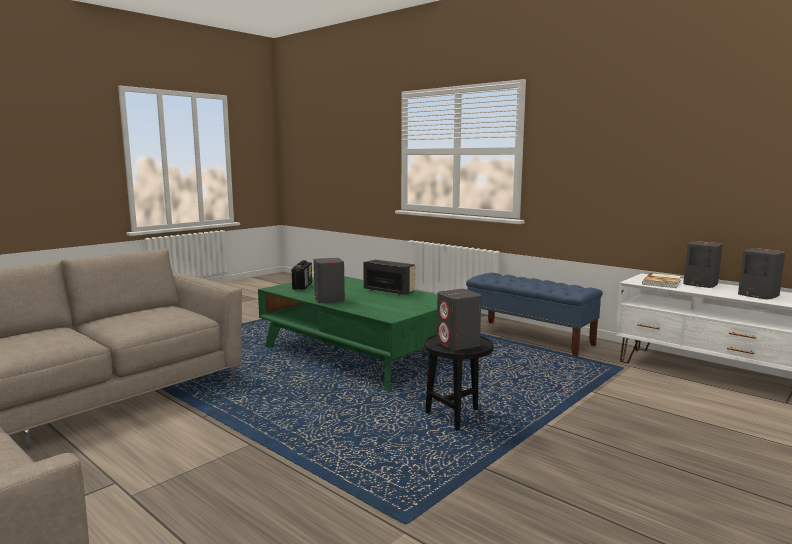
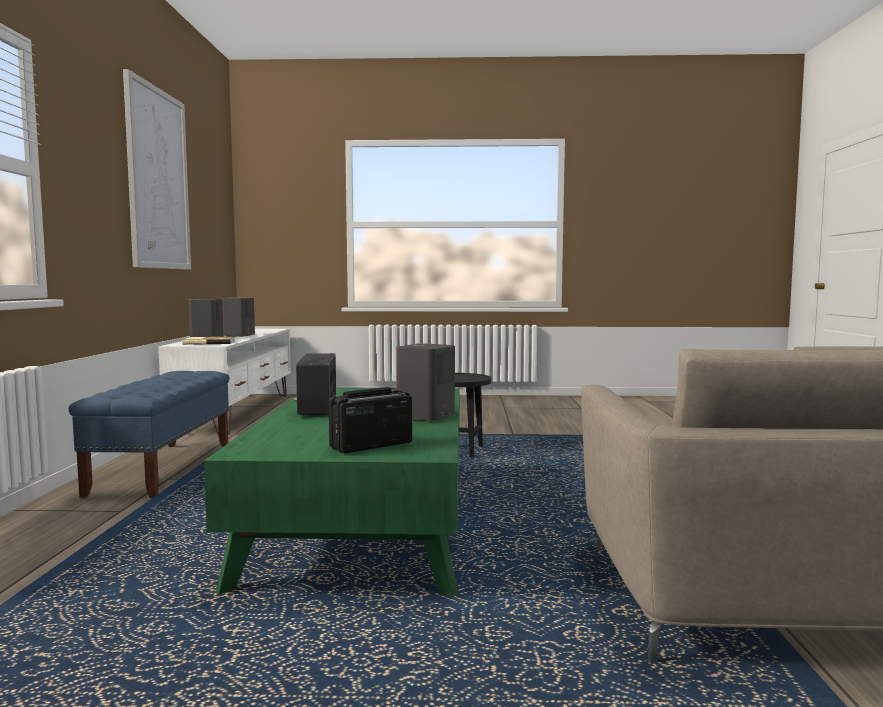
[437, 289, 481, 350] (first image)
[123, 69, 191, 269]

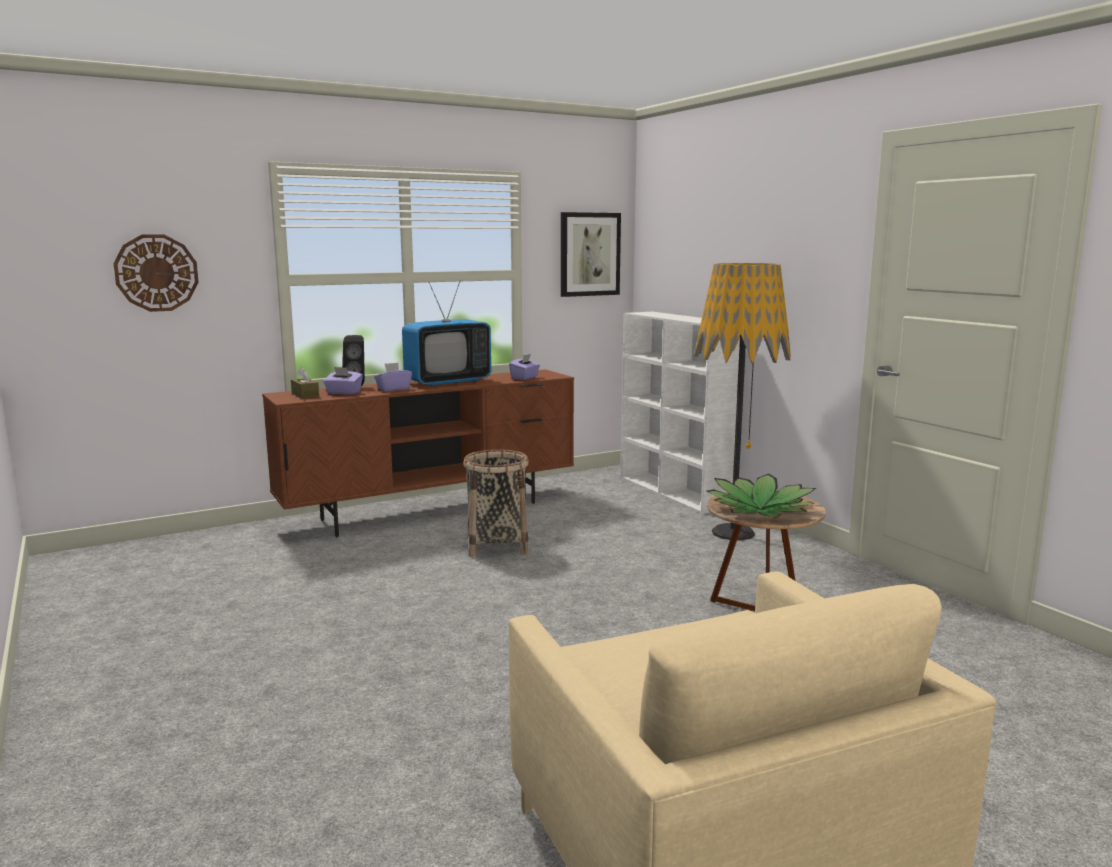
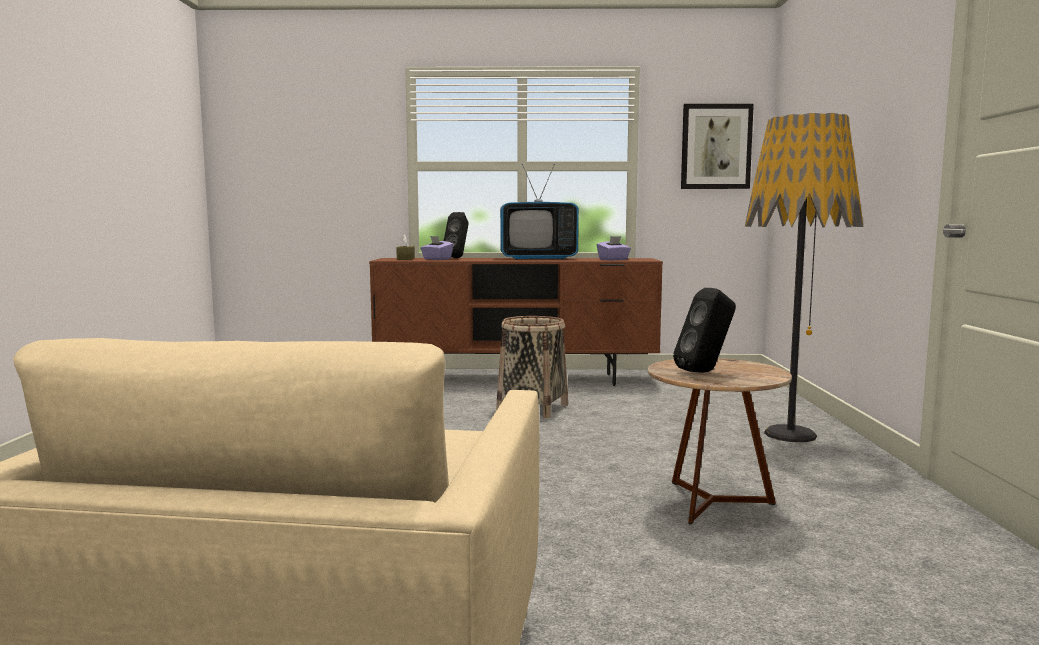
[113, 234, 199, 312] (first image)
[621, 312, 740, 514] (first image)
[374, 363, 412, 391] (first image)
[673, 288, 736, 373]

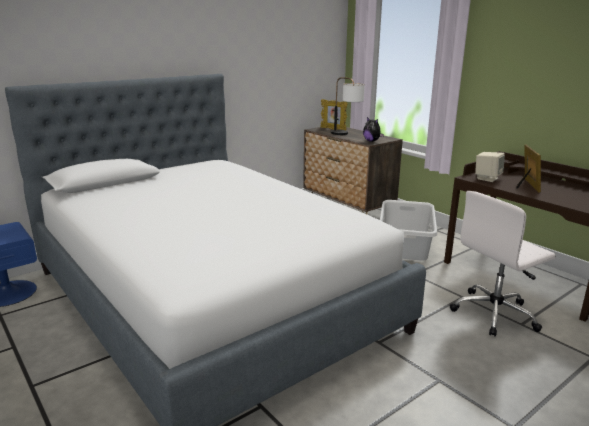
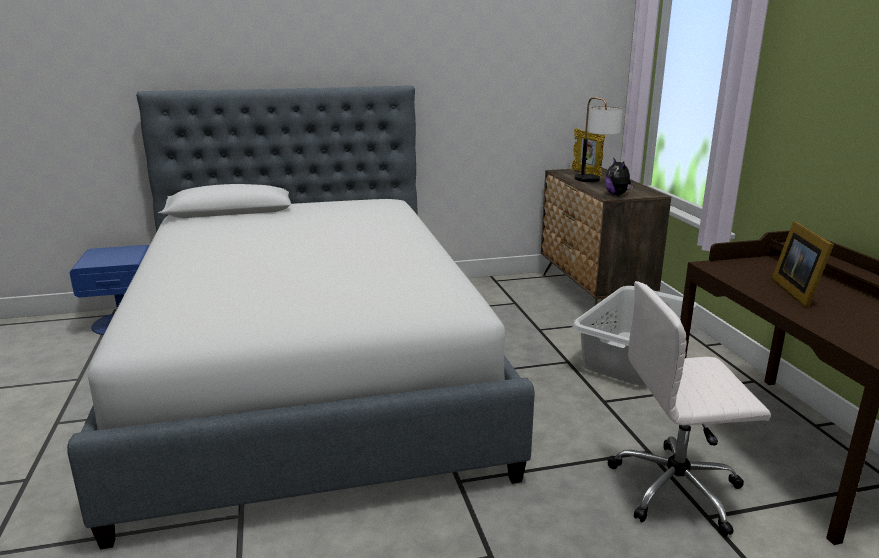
[772, 221, 834, 307]
[475, 152, 505, 182] (first image)

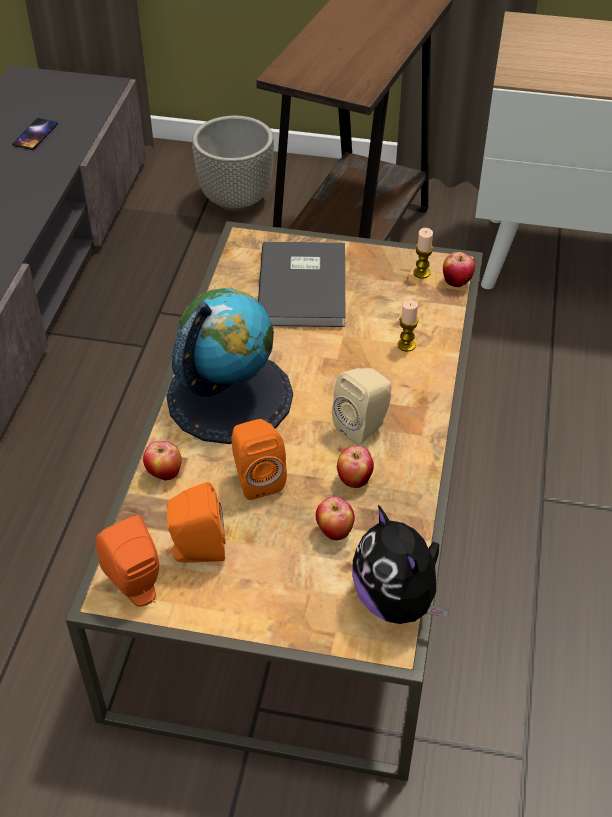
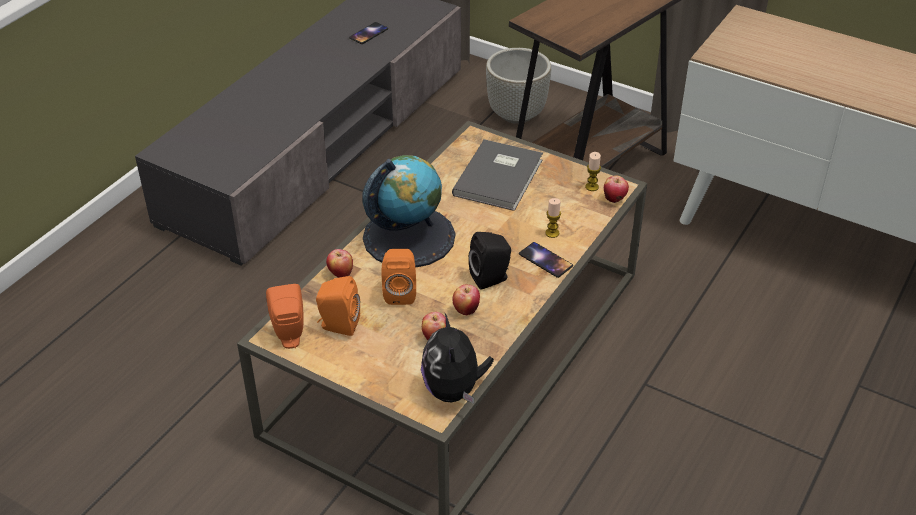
[469, 232, 511, 290]
[519, 242, 573, 278]

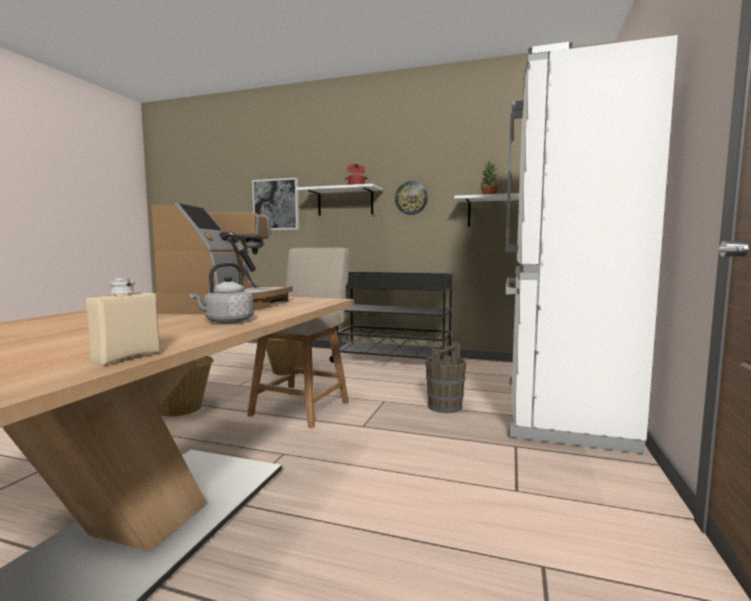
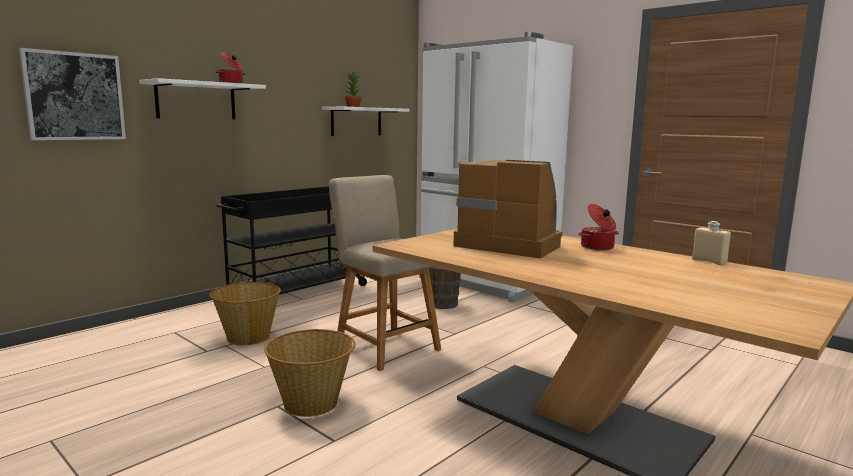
[395, 181, 428, 215] (first image)
[578, 204, 619, 250]

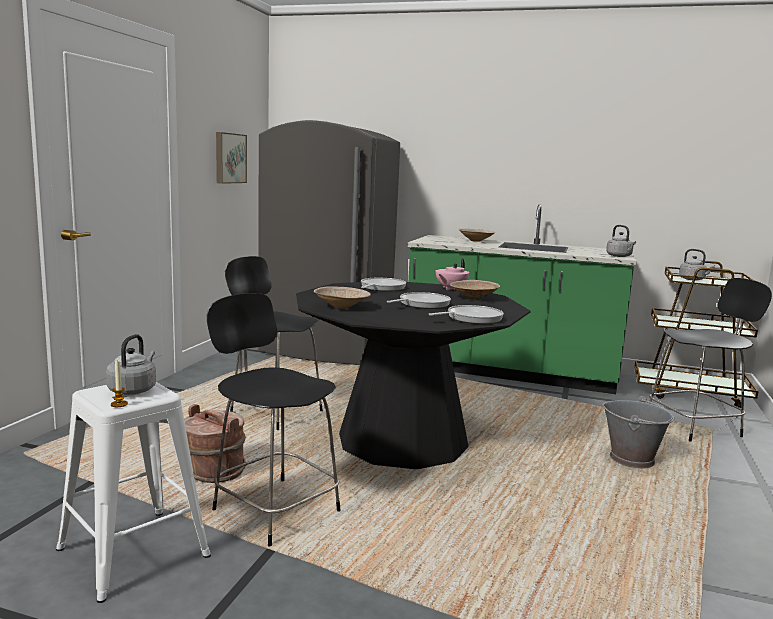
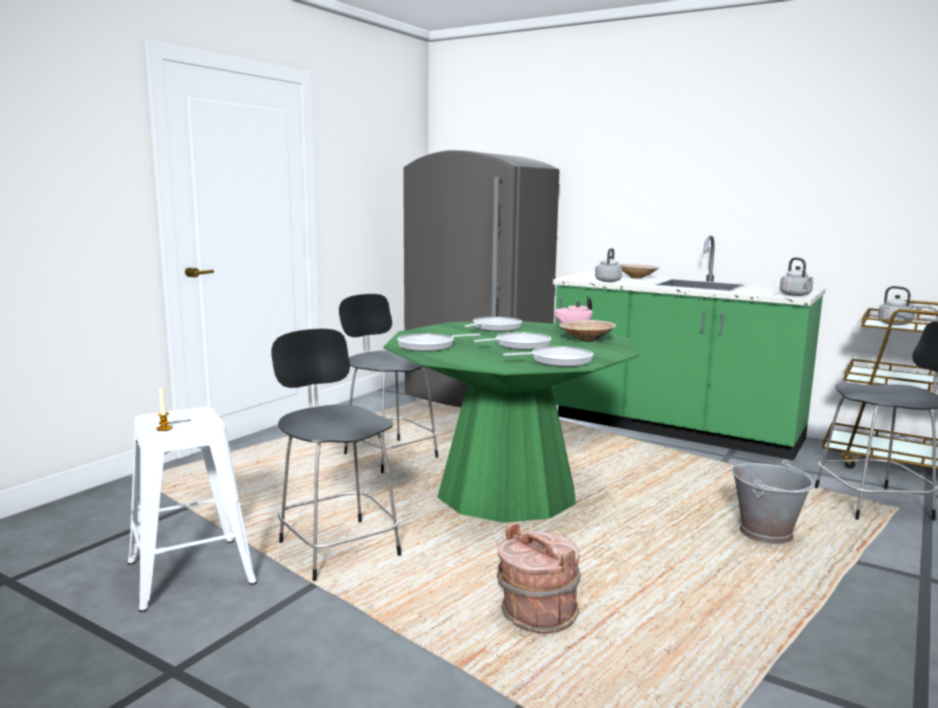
[216, 132, 247, 184] (first image)
[383, 321, 639, 523]
[397, 333, 481, 352]
[595, 248, 622, 282]
[497, 522, 581, 633]

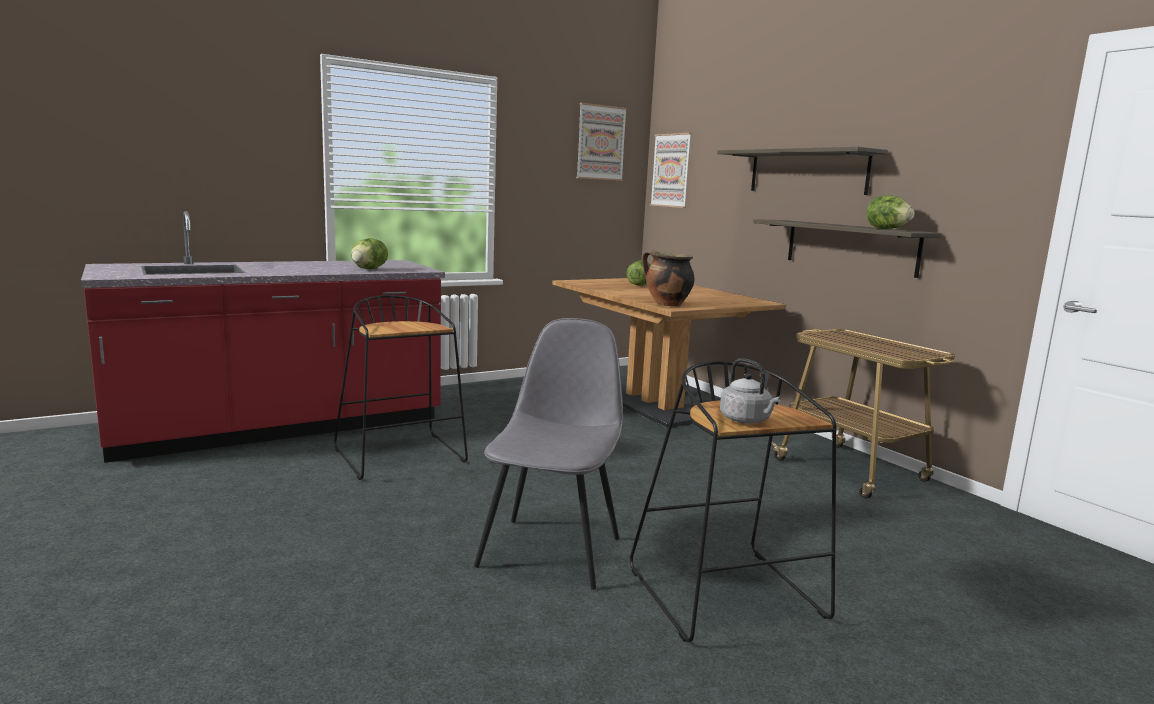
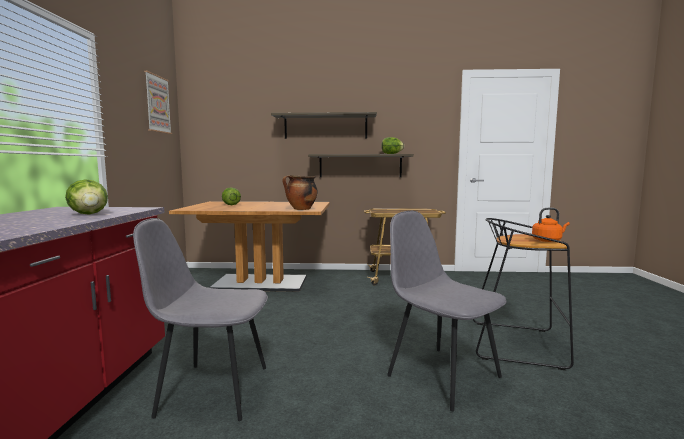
[650, 133, 692, 208] (first image)
[133, 218, 268, 421]
[532, 208, 570, 242]

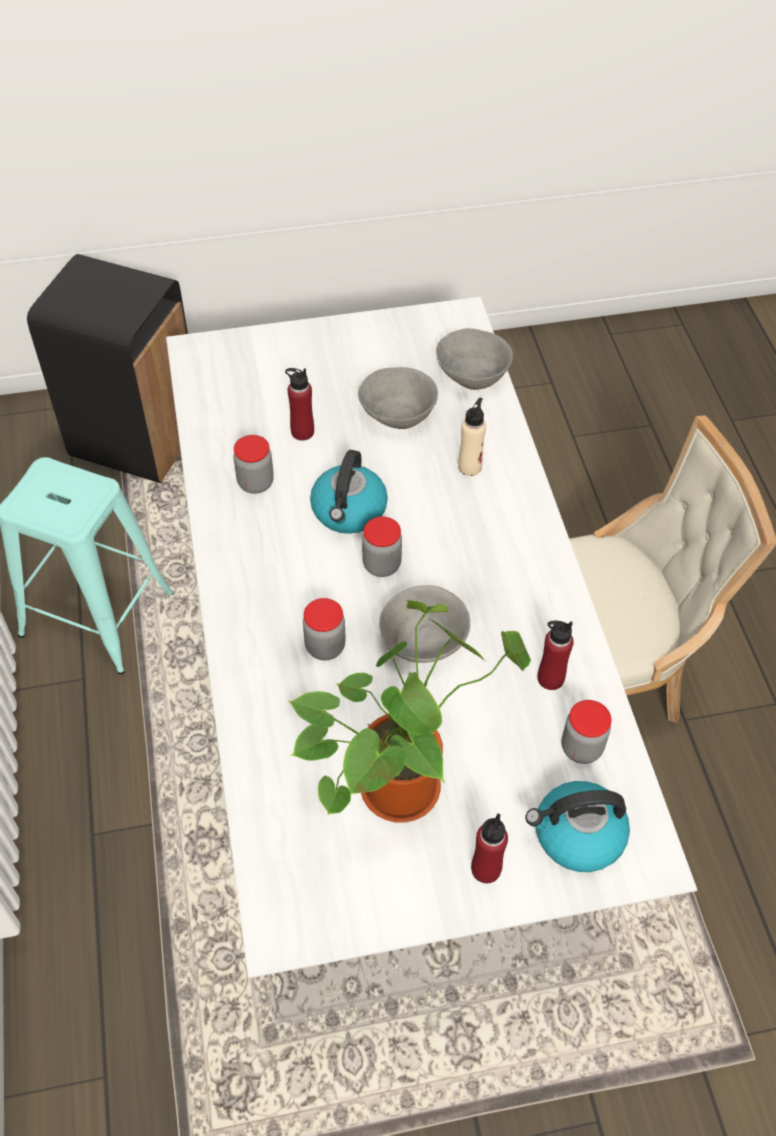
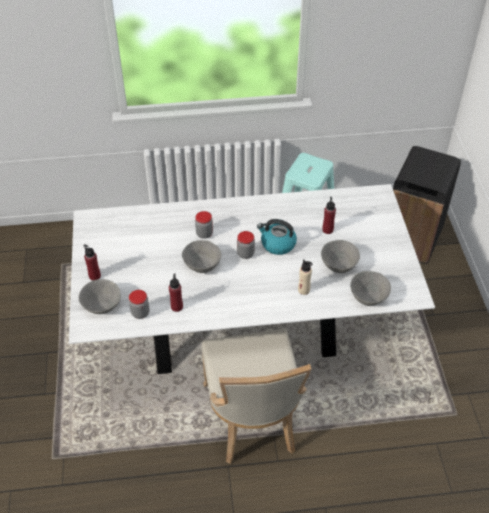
[234, 435, 274, 494] (first image)
[287, 600, 531, 823] (first image)
[79, 279, 121, 314]

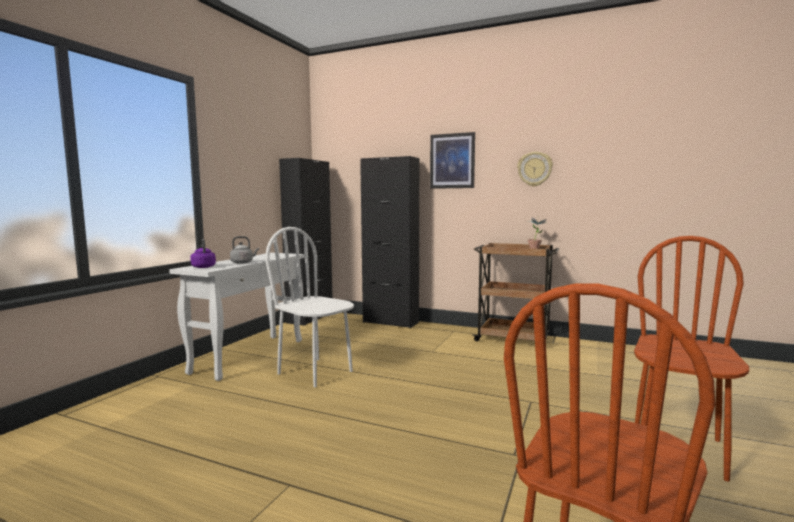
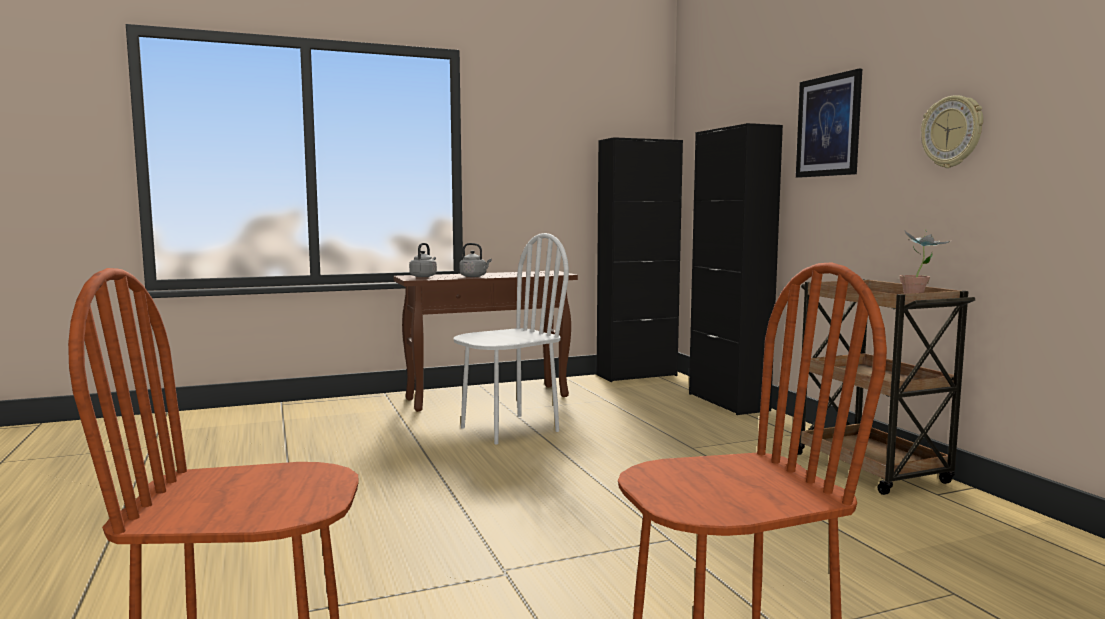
[454, 233, 569, 444]
[409, 243, 437, 277]
[394, 271, 578, 412]

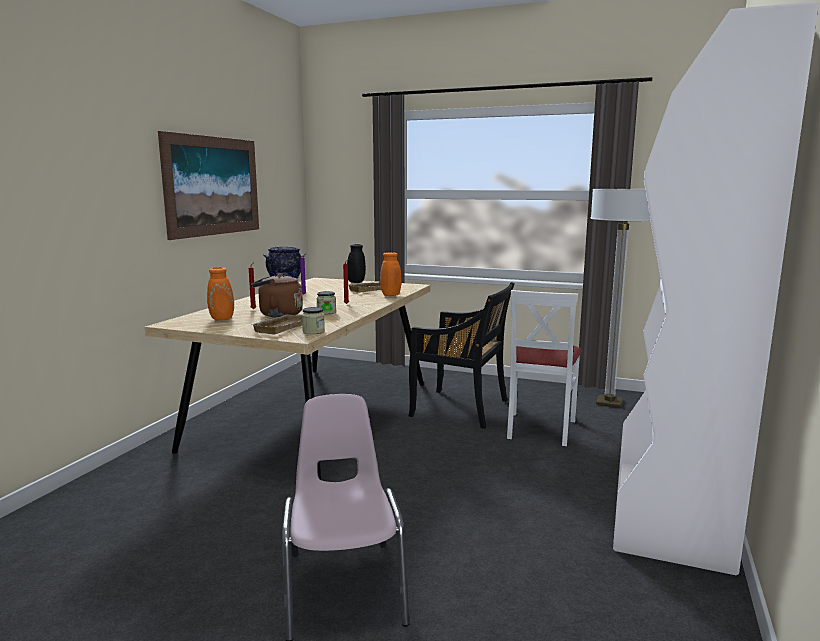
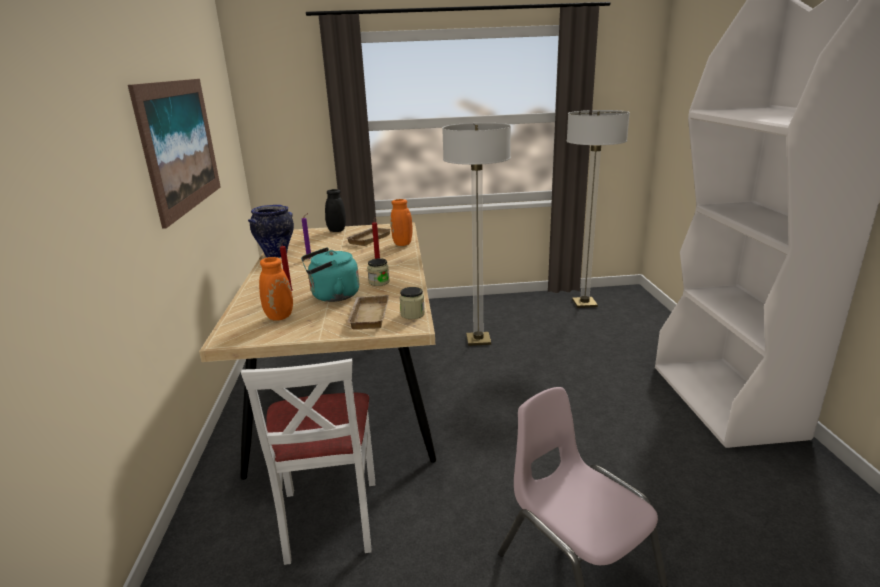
[301, 247, 359, 302]
[442, 123, 511, 346]
[241, 358, 375, 565]

